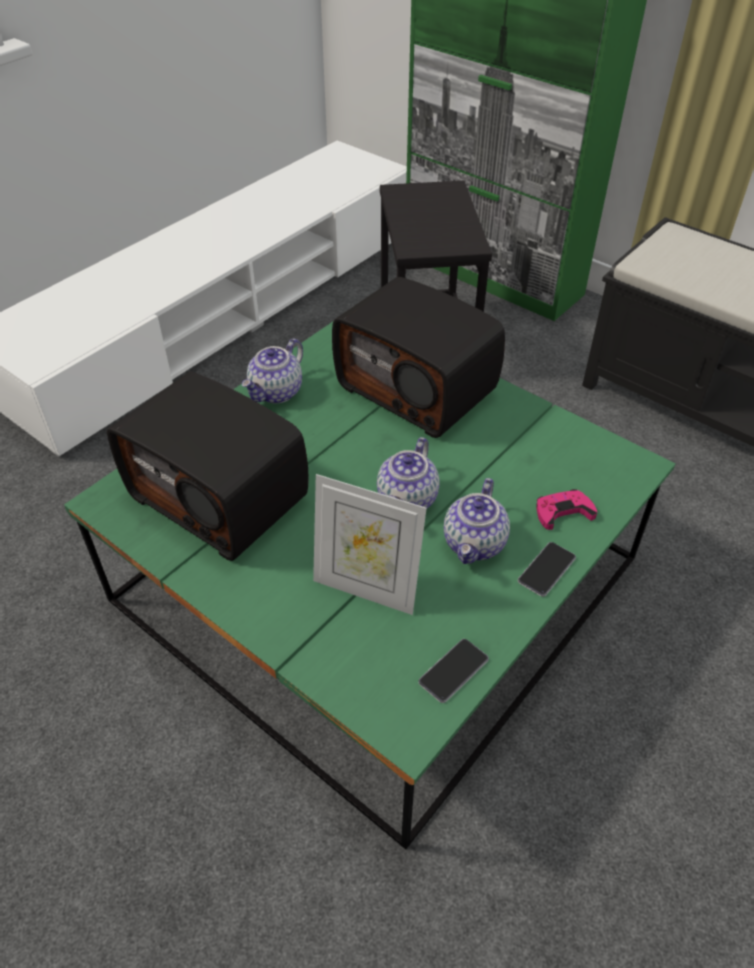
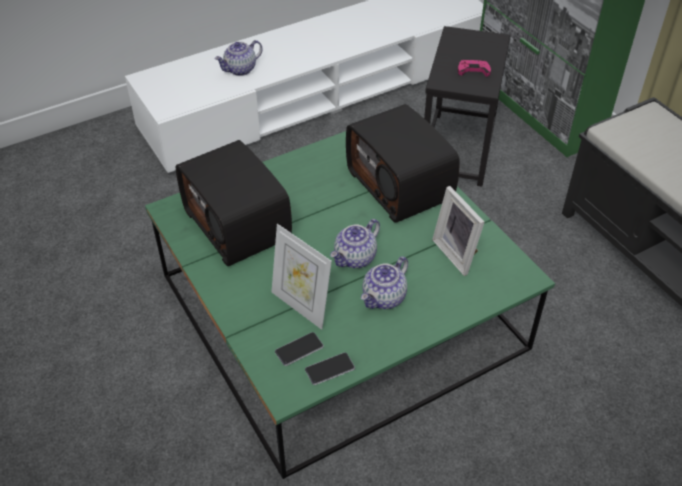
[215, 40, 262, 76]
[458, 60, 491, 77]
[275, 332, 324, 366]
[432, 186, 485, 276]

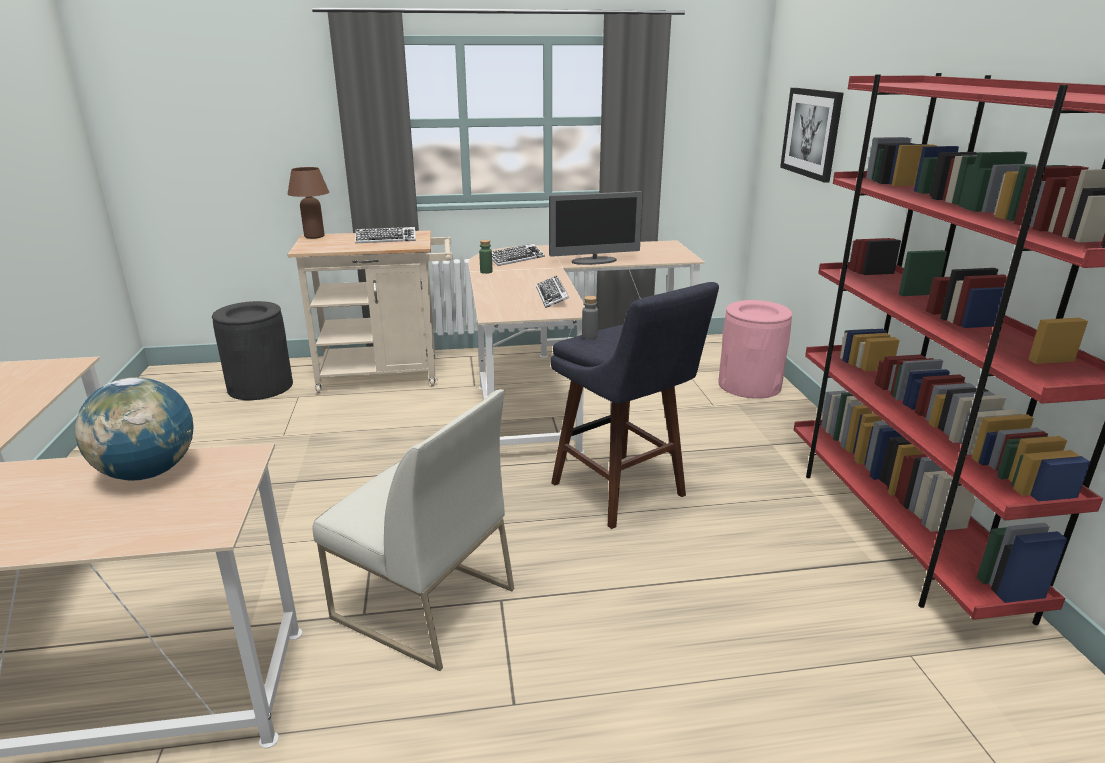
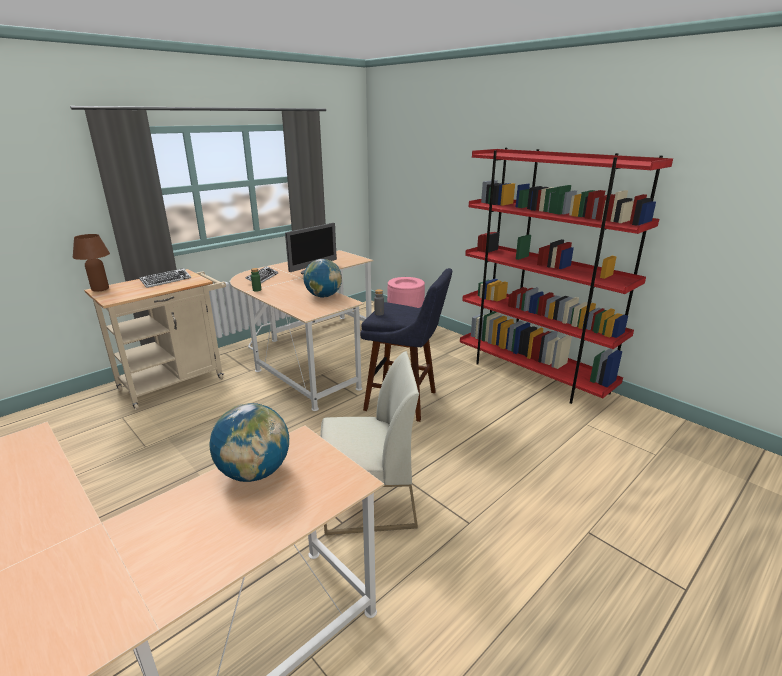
[780, 88, 844, 183] (first image)
[303, 259, 342, 297]
[212, 301, 293, 400] (first image)

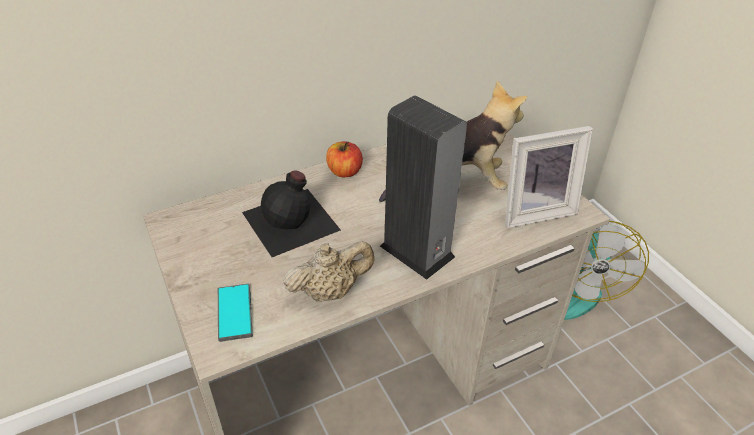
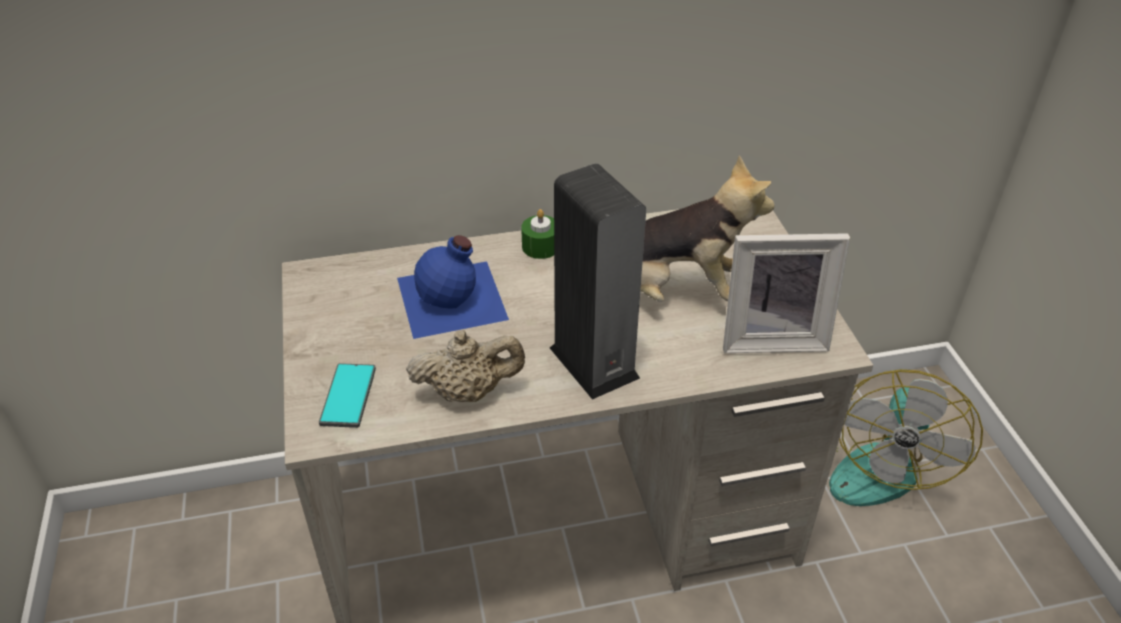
[521, 209, 554, 259]
[397, 235, 509, 339]

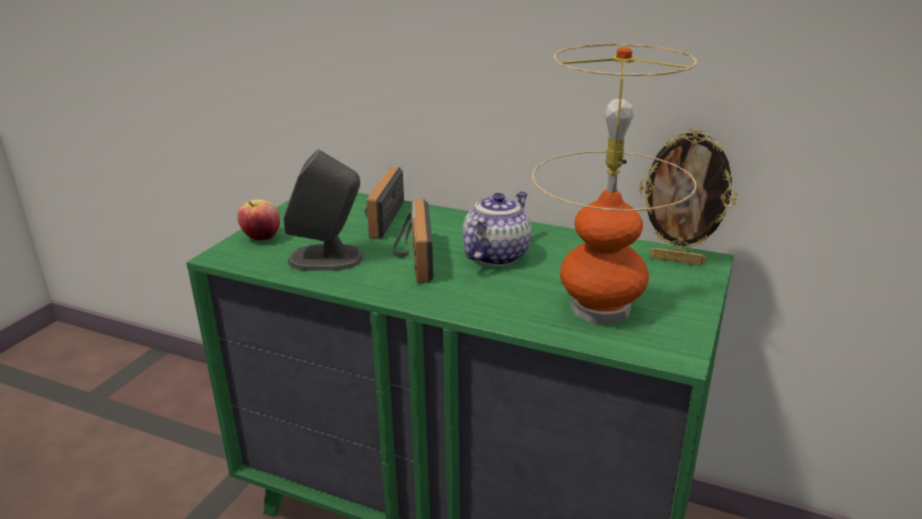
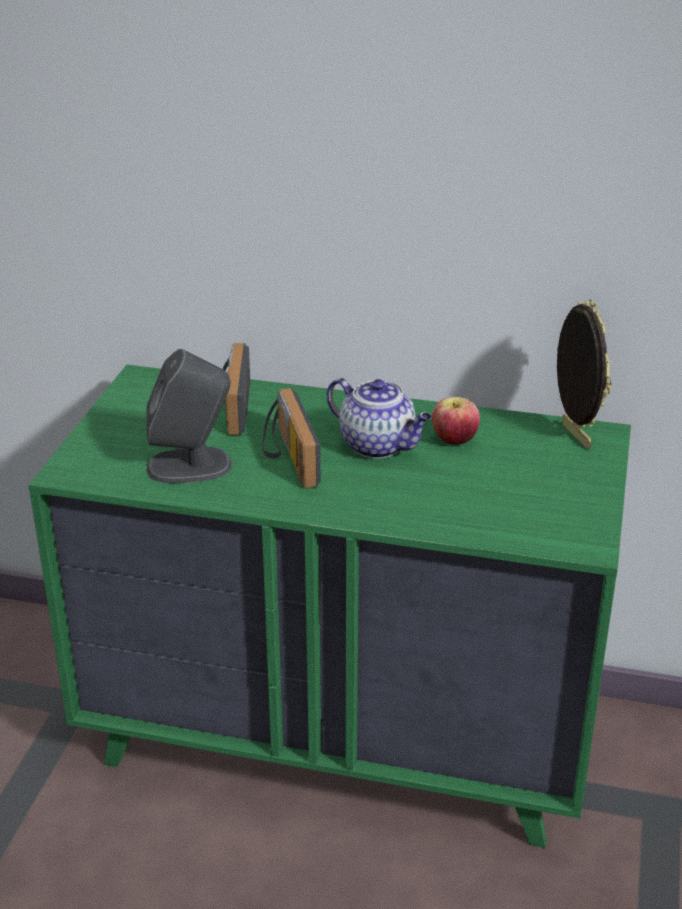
[532, 44, 697, 325] (first image)
[557, 299, 612, 449]
[326, 378, 432, 458]
[432, 397, 480, 445]

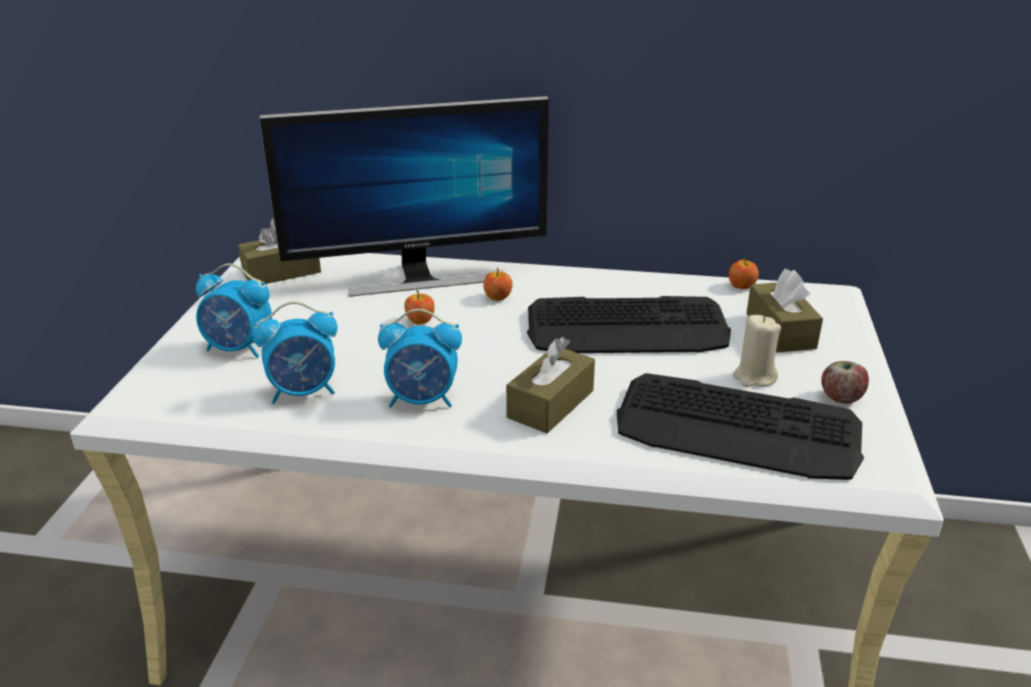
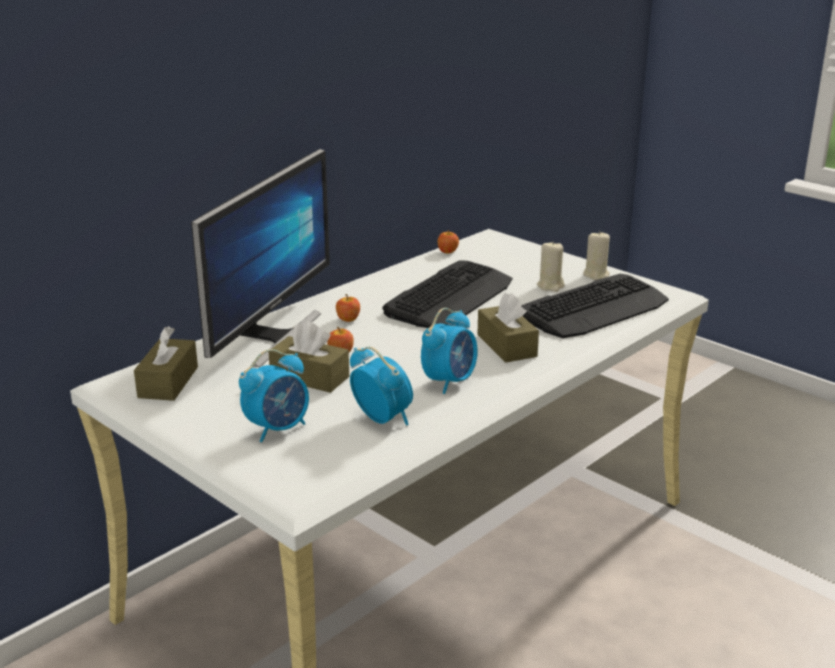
[269, 321, 349, 393]
[350, 347, 413, 426]
[583, 231, 610, 280]

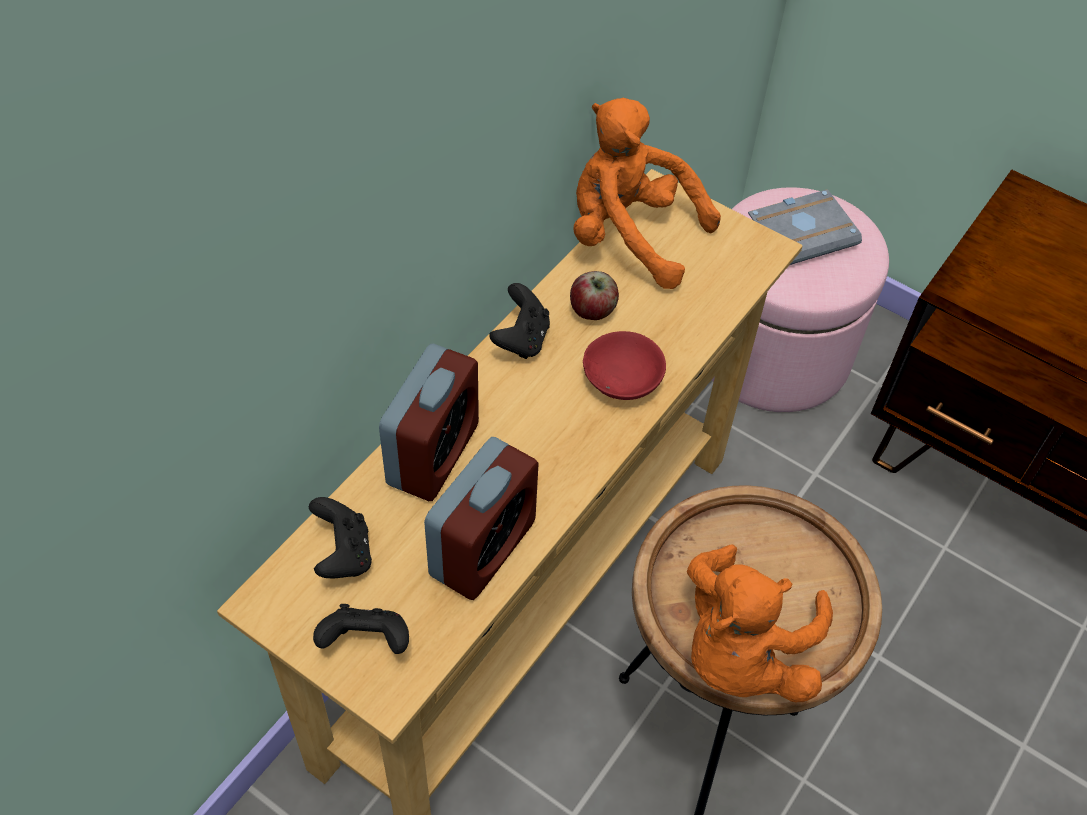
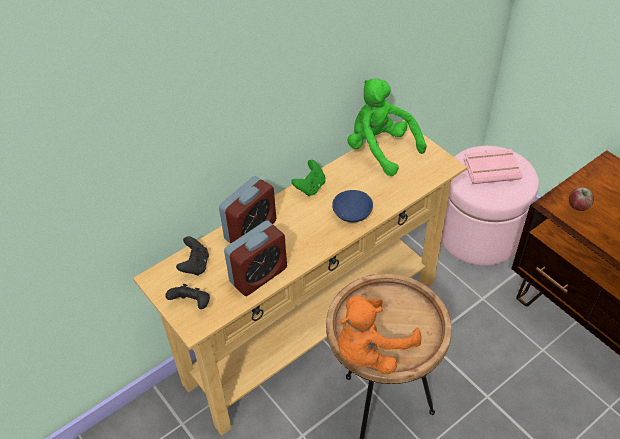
[347, 79, 427, 176]
[464, 149, 522, 184]
[569, 187, 594, 211]
[291, 160, 325, 196]
[332, 190, 373, 222]

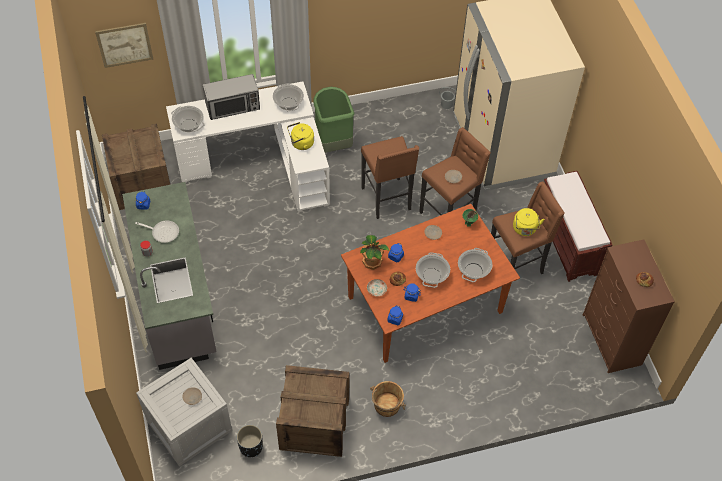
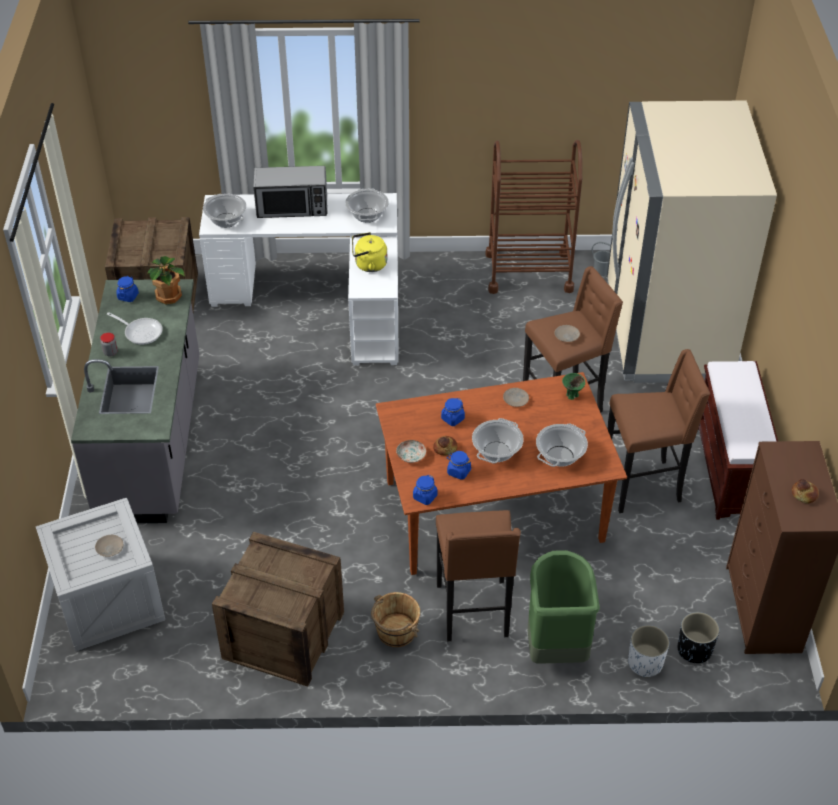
[95, 23, 153, 68] (first image)
[528, 550, 600, 664]
[436, 510, 521, 642]
[513, 208, 545, 236] (first image)
[147, 256, 185, 305]
[678, 612, 719, 663]
[485, 140, 582, 294]
[628, 625, 669, 678]

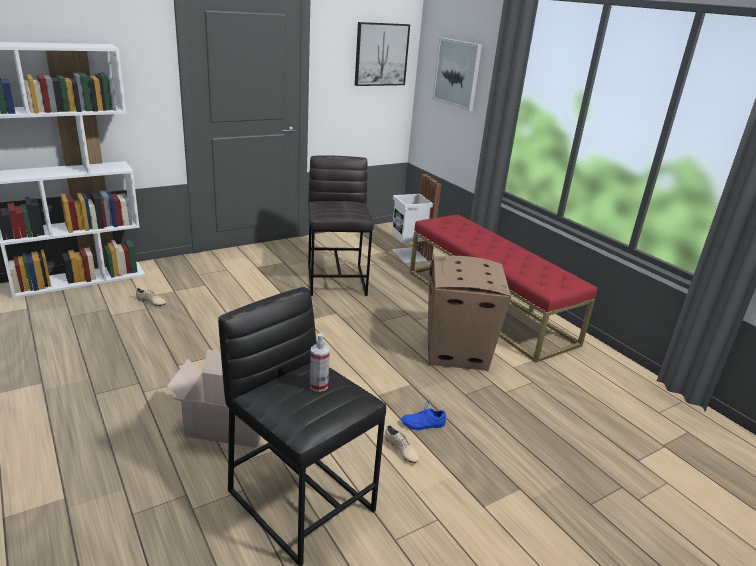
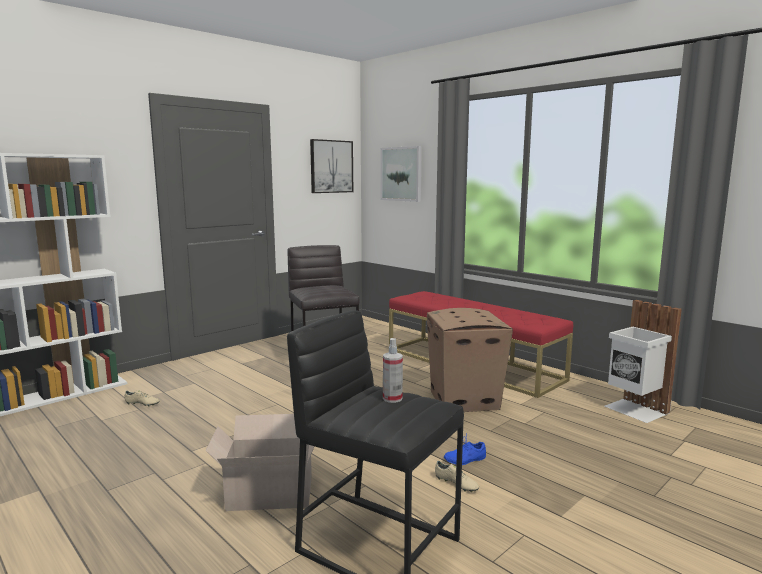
[604, 300, 682, 423]

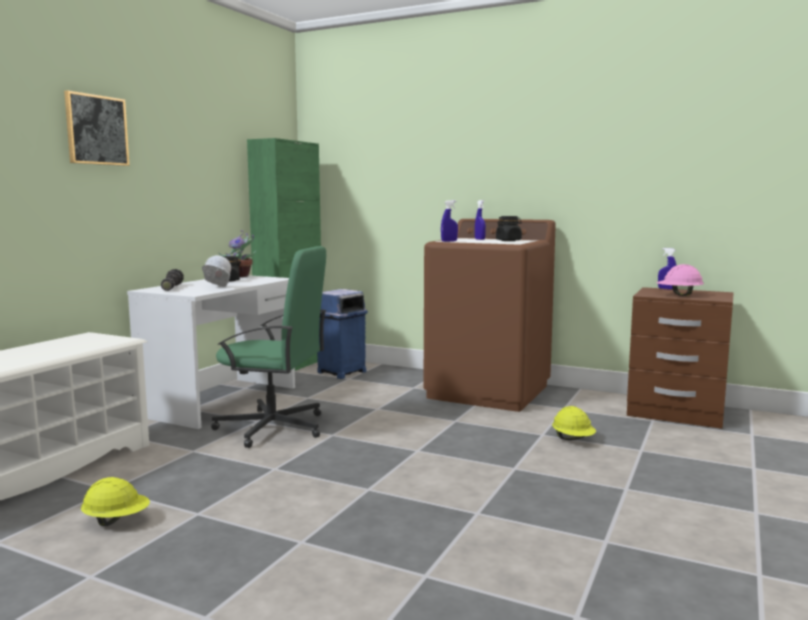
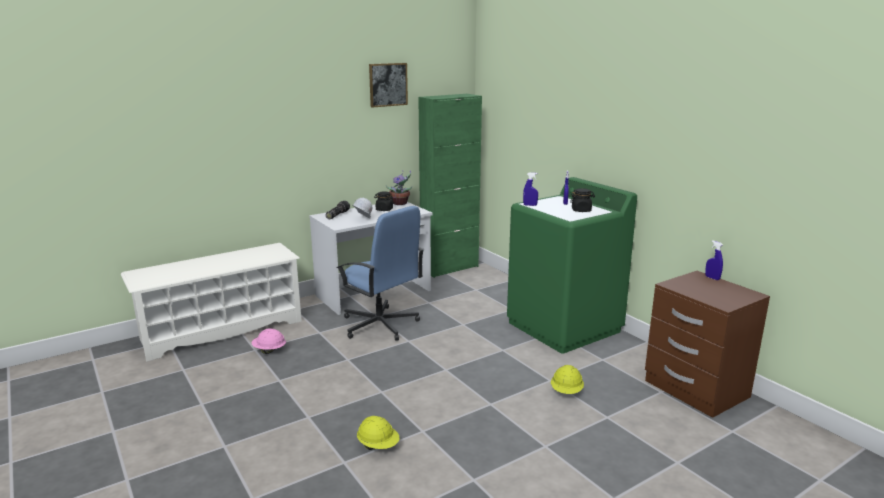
[369, 63, 408, 108]
[507, 177, 637, 354]
[337, 206, 424, 341]
[252, 328, 286, 354]
[317, 289, 368, 379] (first image)
[357, 416, 399, 450]

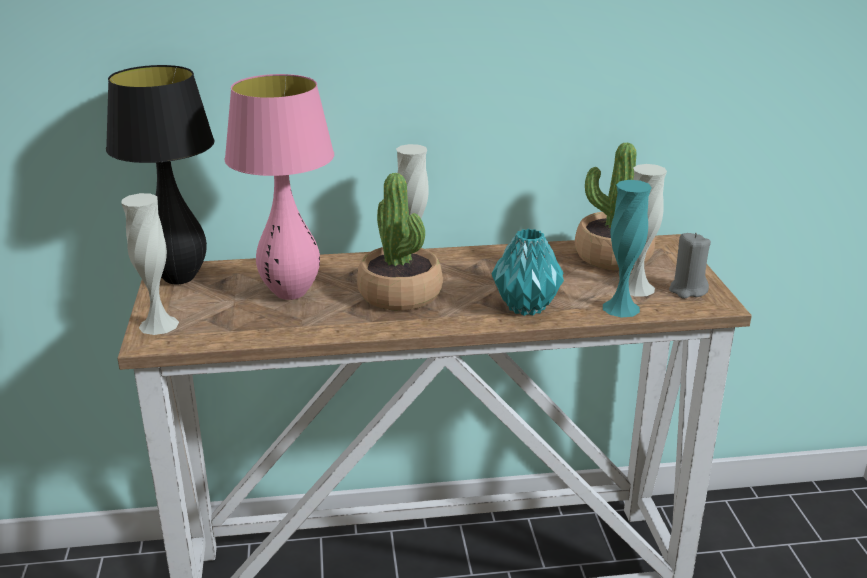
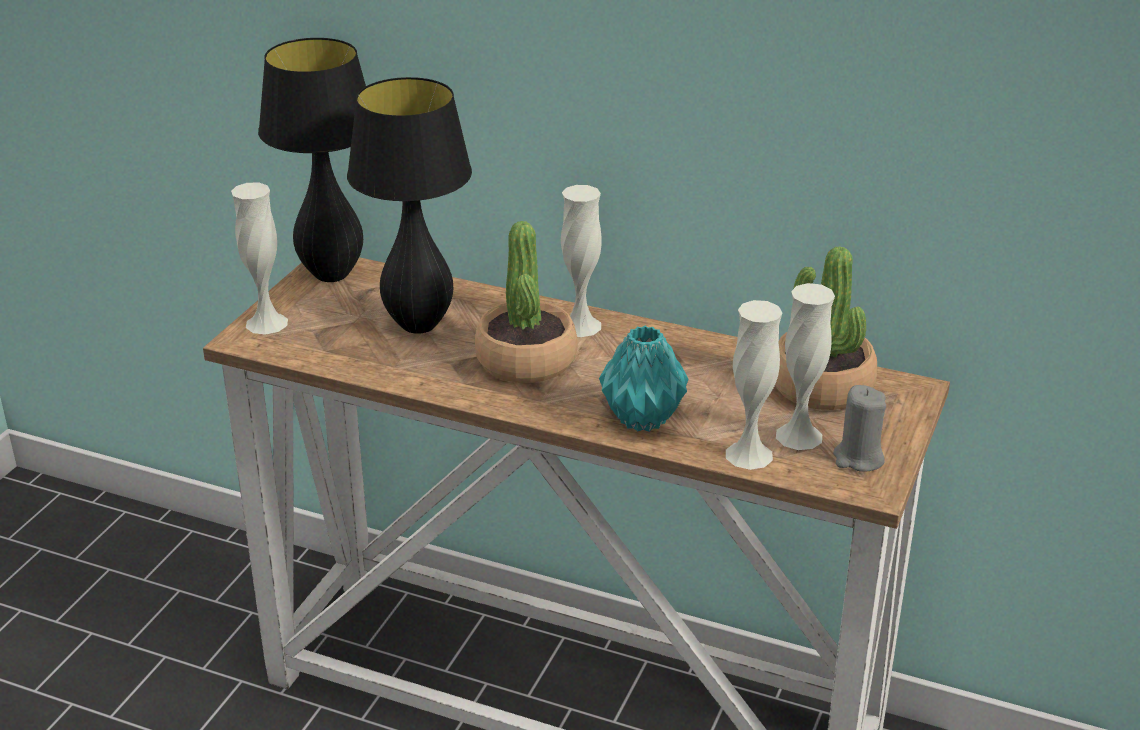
[347, 77, 472, 334]
[726, 300, 783, 470]

